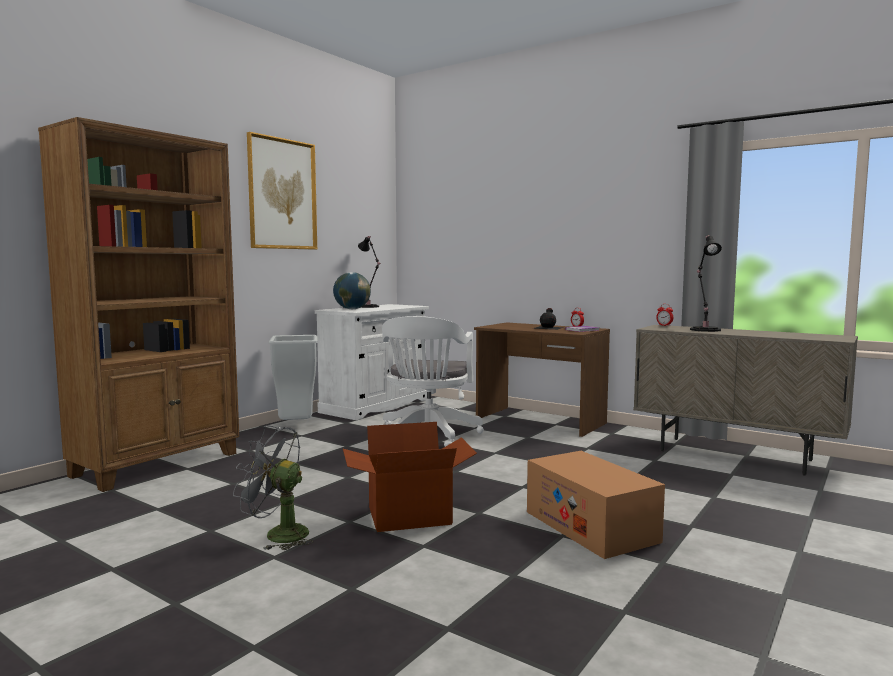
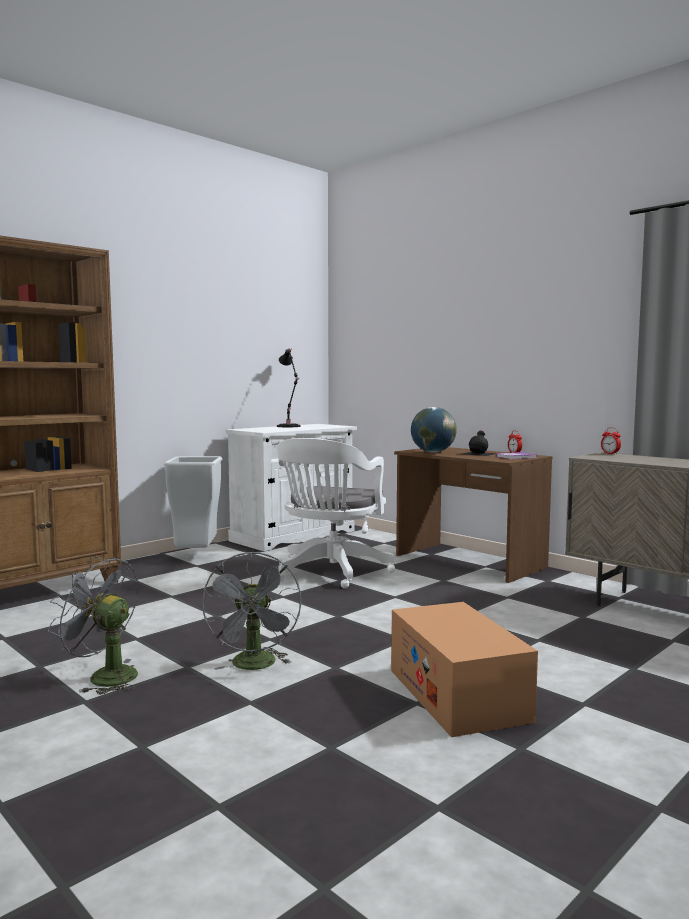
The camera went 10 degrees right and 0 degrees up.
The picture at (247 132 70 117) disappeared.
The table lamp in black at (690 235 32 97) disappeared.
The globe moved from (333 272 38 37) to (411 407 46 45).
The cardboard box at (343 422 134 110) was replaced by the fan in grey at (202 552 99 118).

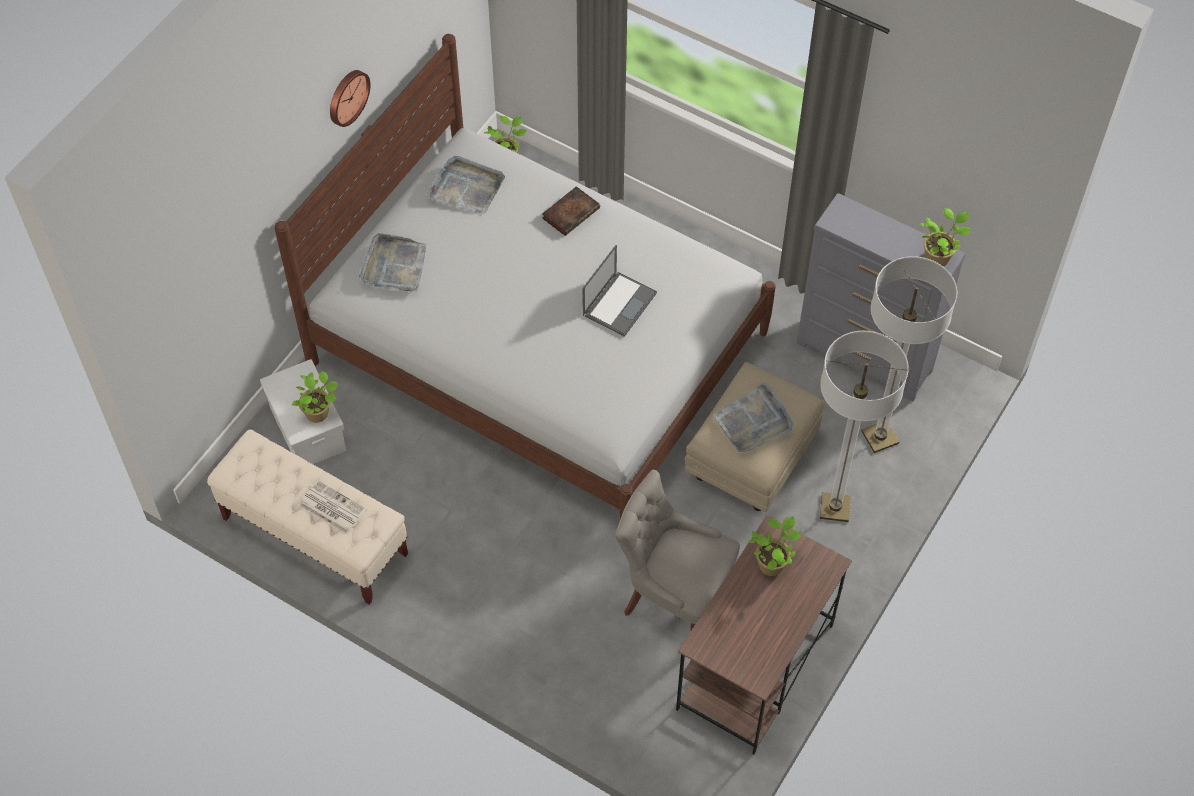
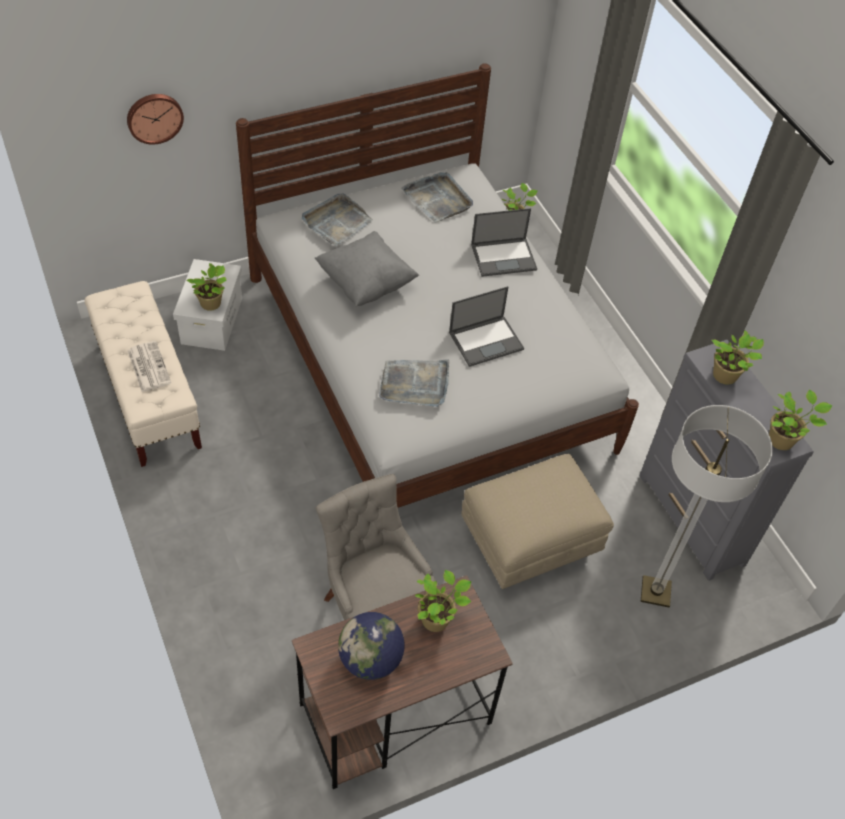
The camera went 30 degrees right and 5 degrees down.
The floor lamp at (820 331 89 191) disappeared.
The pillow in grey at (315 231 104 76) appeared.
The globe at (338 612 67 68) appeared.
The potted plant at (712 330 52 55) appeared.
The wall clock moved from (330 70 41 57) to (127 94 57 51).
The tray in grey moved from (713 382 81 70) to (379 359 70 48).
The book at (542 186 58 50) was replaced by the laptop at (471 208 66 69).

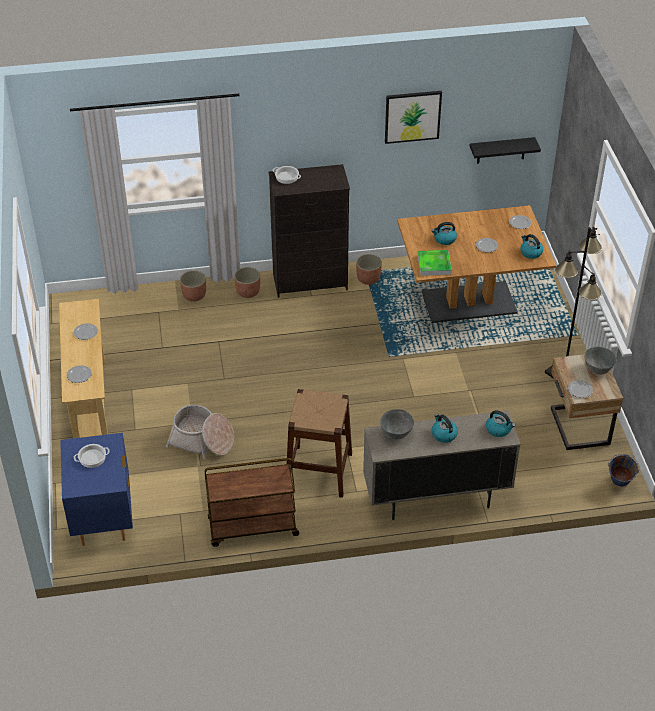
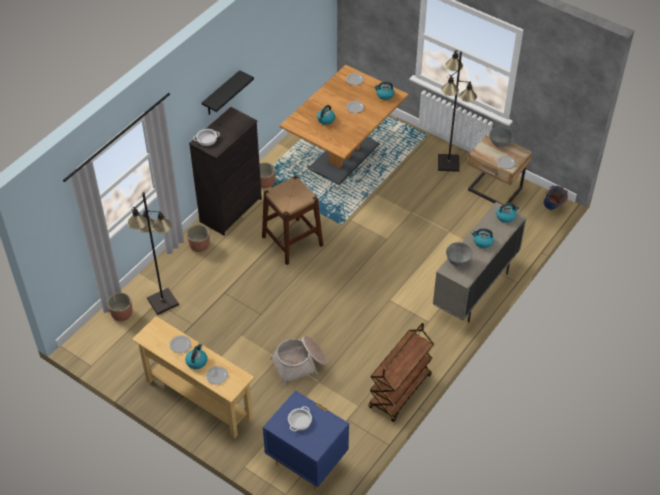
The camera went 45 degrees left and 5 degrees up.
The picture at (385 91 57 53) disappeared.
The tray at (417 250 35 26) disappeared.
The floor lamp in black at (127 192 52 123) appeared.
The kettle at (185 344 22 25) appeared.
The planter moved from (180 270 26 32) to (107 293 25 28).
The stool in brown moved from (287 389 65 109) to (262 176 61 89).
The shelf in black moved from (470 137 71 27) to (202 70 52 45).

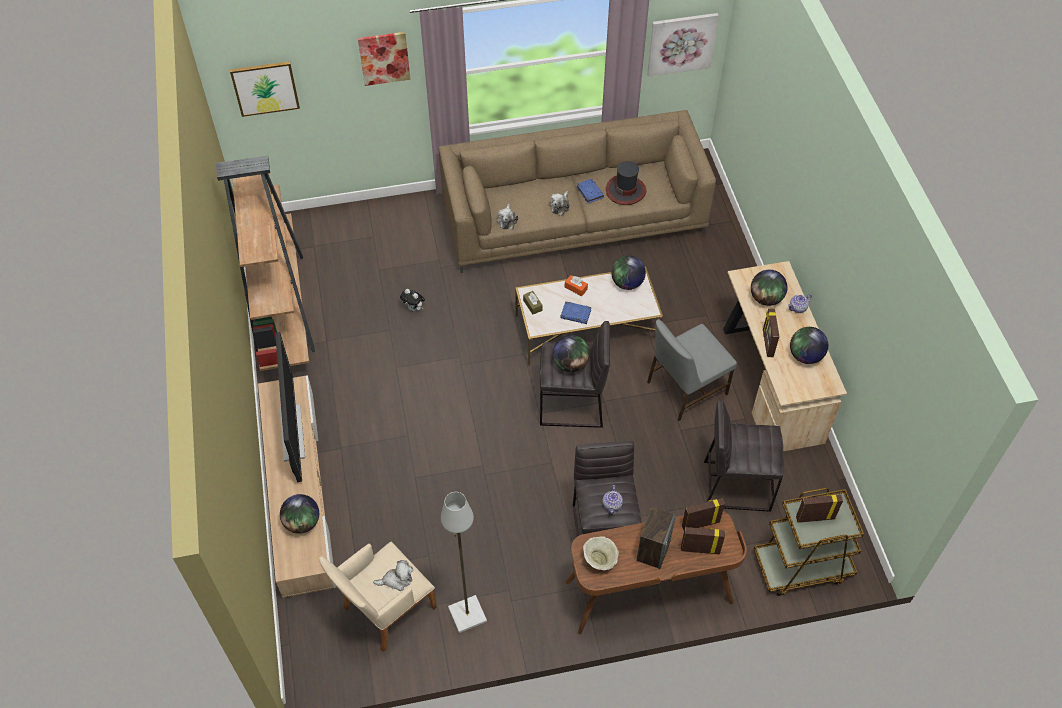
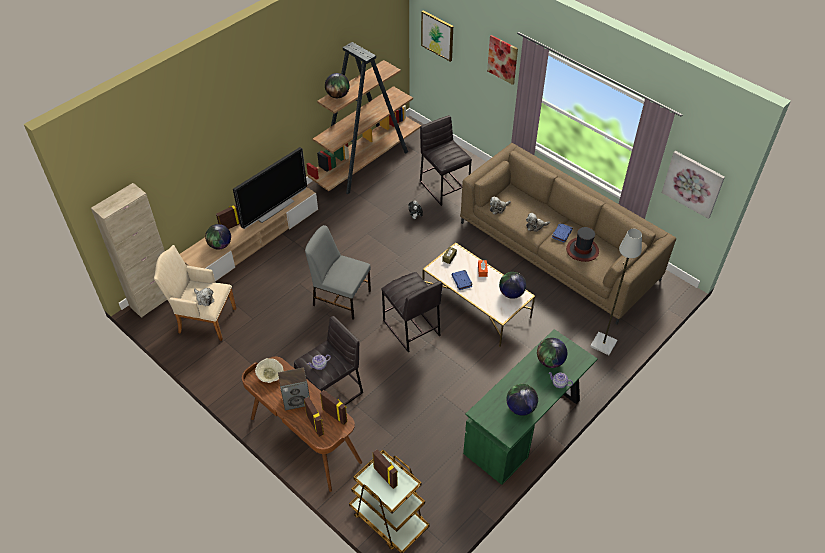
The camera went 55 degrees right and 5 degrees down.
The cabinet in beige at (91 183 76 135) appeared.
The floor lamp in grey moved from (441 492 46 141) to (590 229 52 126).
The globe moved from (553 335 37 37) to (325 73 25 25).
The chair in grey moved from (647 319 90 102) to (305 225 66 95).
The stool in grey moved from (704 400 80 112) to (420 115 52 91).
The picture frame moved from (763 309 17 48) to (216 205 24 24).
The desk in beige at (723 261 124 190) became the desk in green at (463 329 135 156).

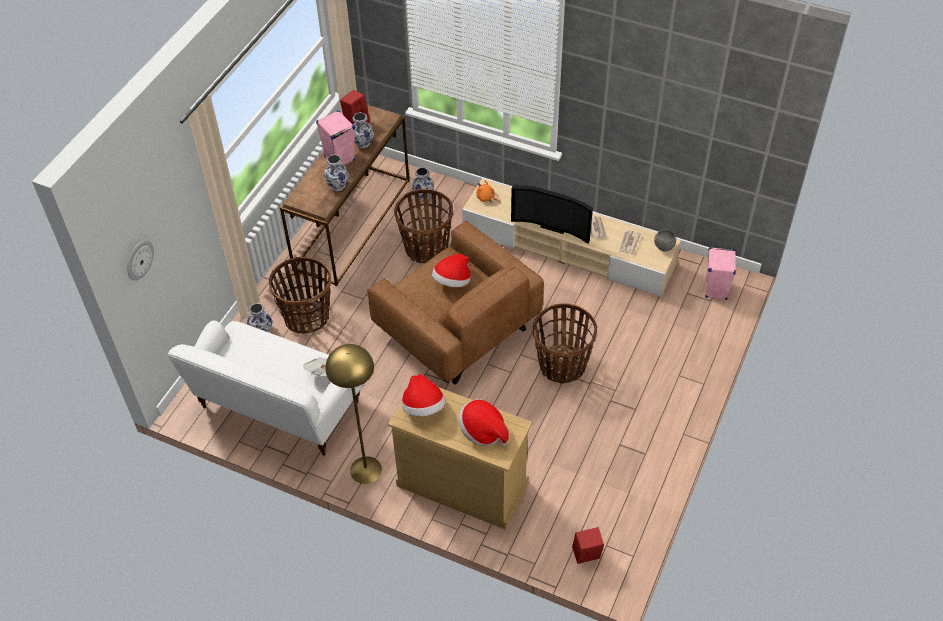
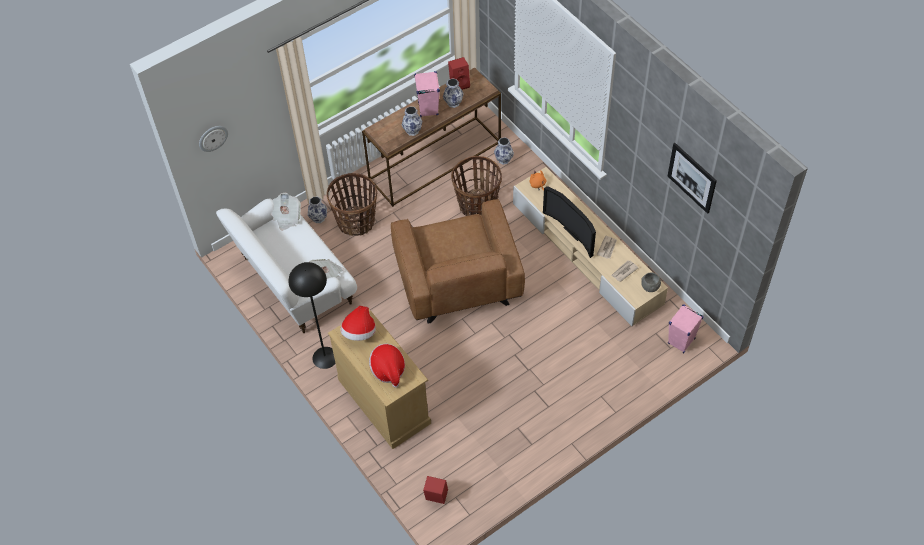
The camera went 30 degrees right and 5 degrees up.
The hat at (432 254 39 33) disappeared.
The basket at (533 303 64 80) disappeared.
The newspaper at (271 193 30 38) appeared.
The picture at (668 143 49 71) appeared.
The floor lamp in yellow at (325 344 57 140) became the floor lamp in black at (289 262 47 107).

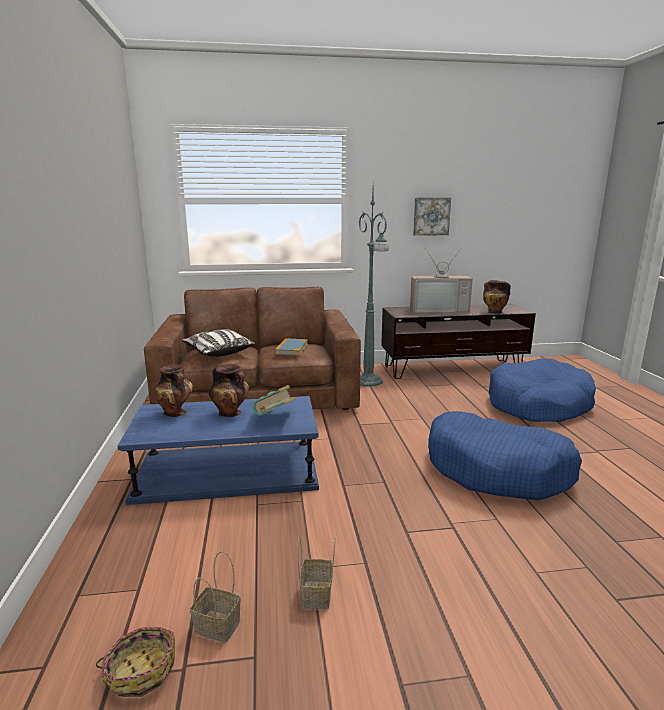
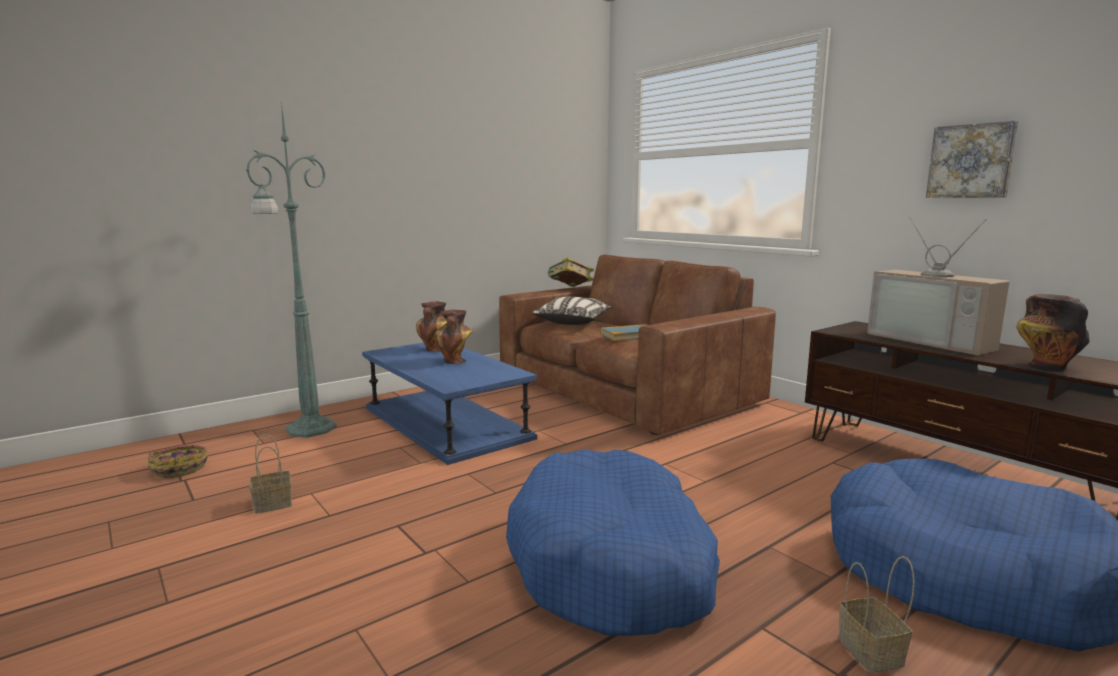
The camera went 60 degrees right and 5 degrees down.
The basket moved from (190 551 51 91) to (838 556 77 117).
The book moved from (252 385 43 31) to (548 257 46 30).
The floor lamp in green moved from (359 190 30 197) to (246 102 91 336).

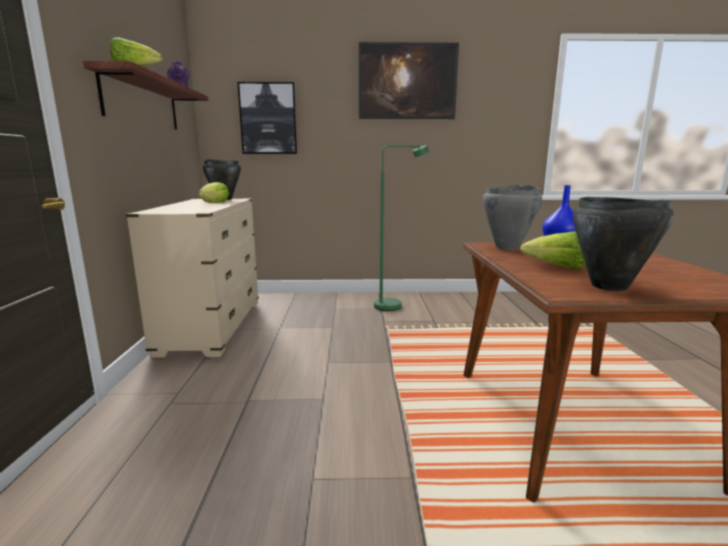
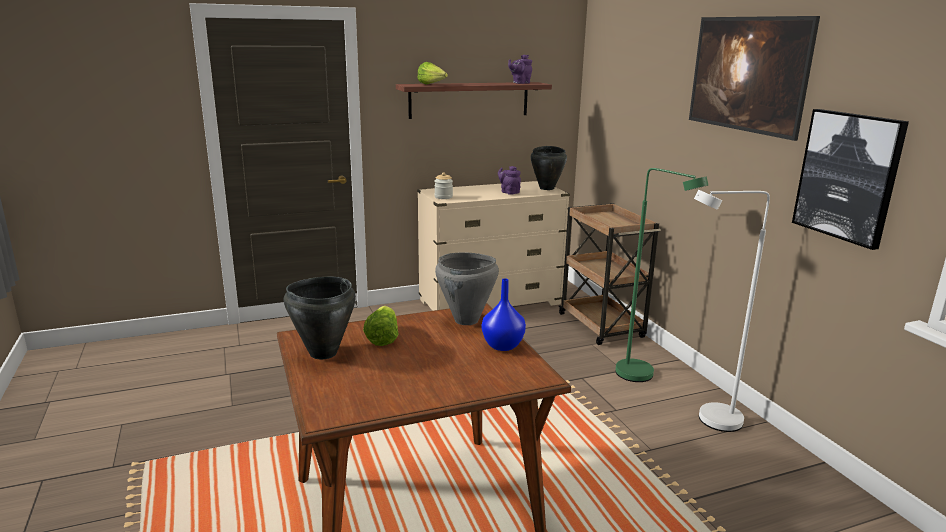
The camera went 70 degrees right and 5 degrees up.
The jar at (434 173 19 26) appeared.
The cart in brown at (559 203 102 142) appeared.
The floor lamp in white at (694 190 76 242) appeared.
The picture moved from (238 82 59 72) to (792 109 117 141).
The lettuce at (199 182 30 21) was replaced by the teapot in purple at (498 166 23 29).

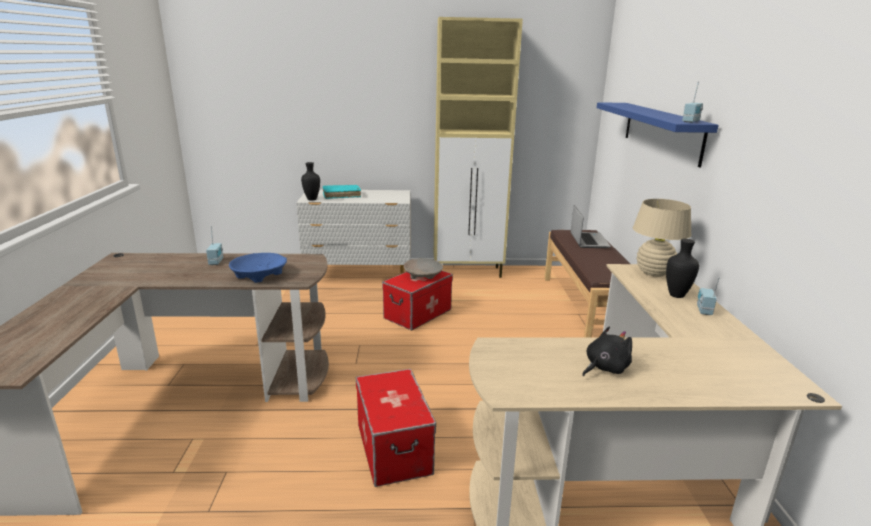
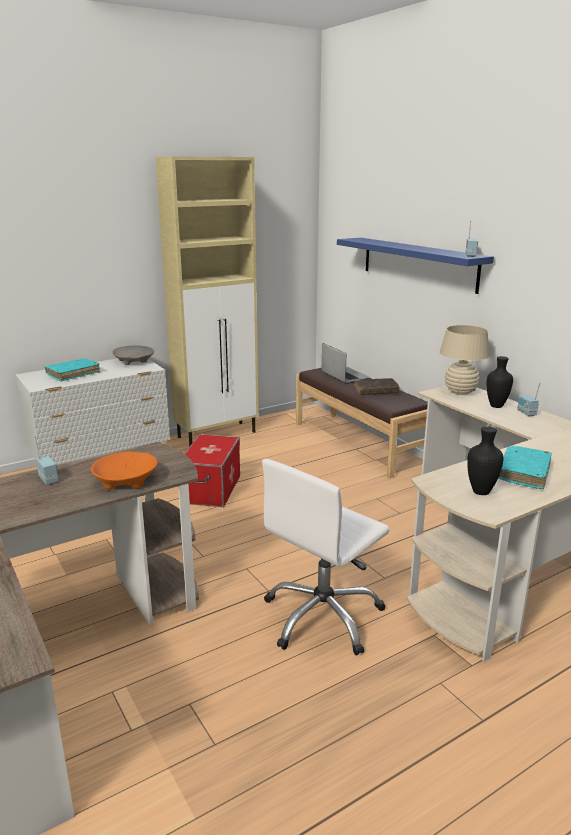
The camera went 30 degrees left and 0 degrees up.
The book in brown at (354 378 46 17) appeared.
The vase in black moved from (301 162 19 39) to (467 426 37 69).
The bowl in beige moved from (404 258 39 21) to (112 346 42 19).
The storage box at (356 369 80 118) was replaced by the office chair in white at (262 459 127 196).
The plush toy in black at (582 326 50 50) was replaced by the book in turquoise at (498 446 54 43).
The bowl in blue at (229 253 58 30) became the bowl in orange at (91 451 67 38).

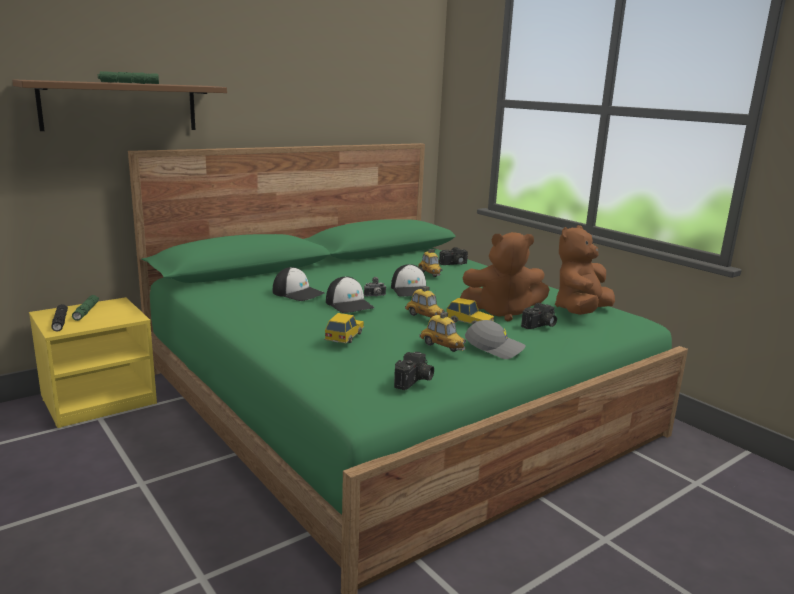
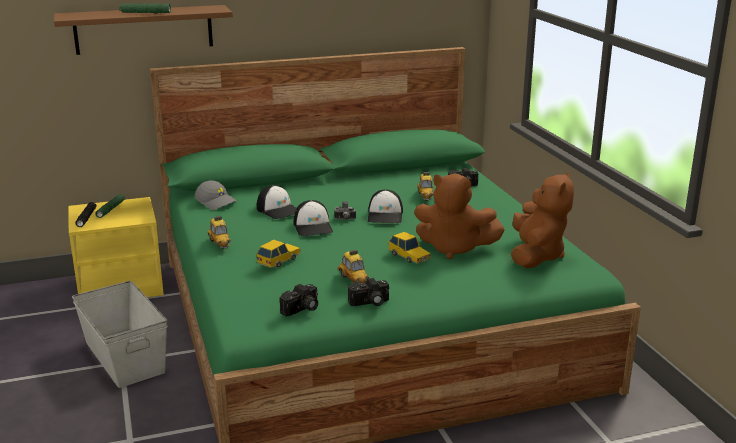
The camera went 20 degrees right and 5 degrees up.
The storage box in grey at (72 281 95 107) appeared.
The toy car moved from (405 286 40 32) to (208 216 23 33).
The cap in grey moved from (465 320 61 39) to (195 180 42 30).
The photo camera moved from (521 303 36 26) to (348 278 41 28).
The plush toy in brown at (555 225 60 90) turned 135 degrees clockwise.

